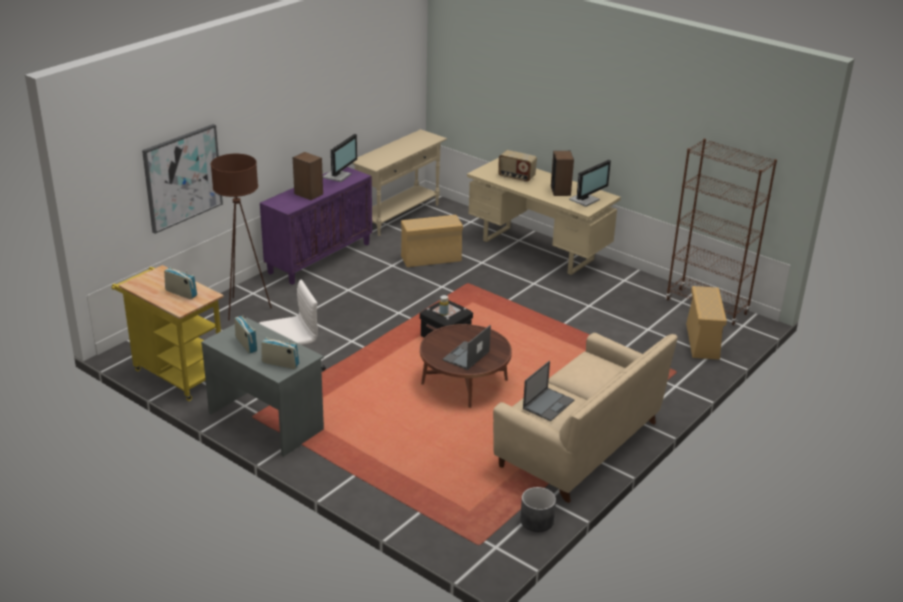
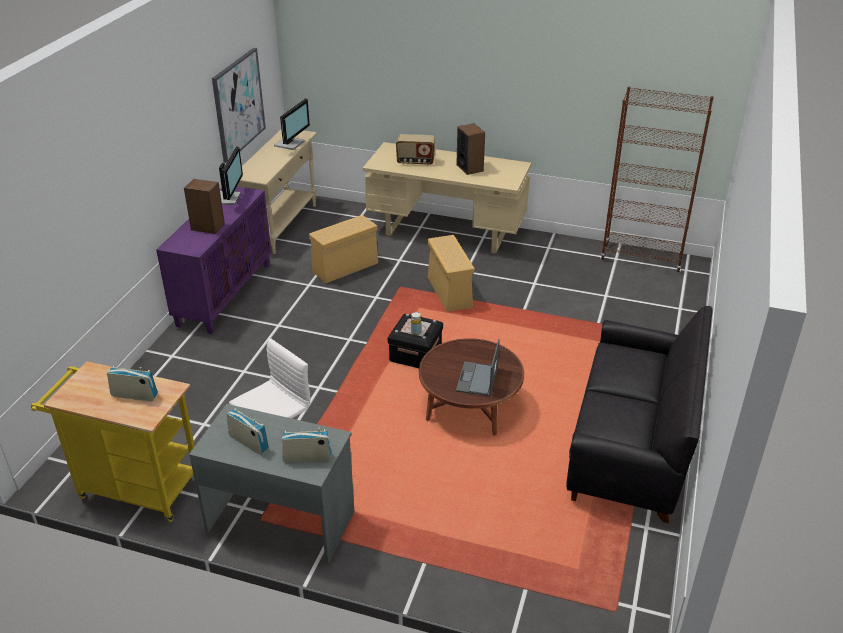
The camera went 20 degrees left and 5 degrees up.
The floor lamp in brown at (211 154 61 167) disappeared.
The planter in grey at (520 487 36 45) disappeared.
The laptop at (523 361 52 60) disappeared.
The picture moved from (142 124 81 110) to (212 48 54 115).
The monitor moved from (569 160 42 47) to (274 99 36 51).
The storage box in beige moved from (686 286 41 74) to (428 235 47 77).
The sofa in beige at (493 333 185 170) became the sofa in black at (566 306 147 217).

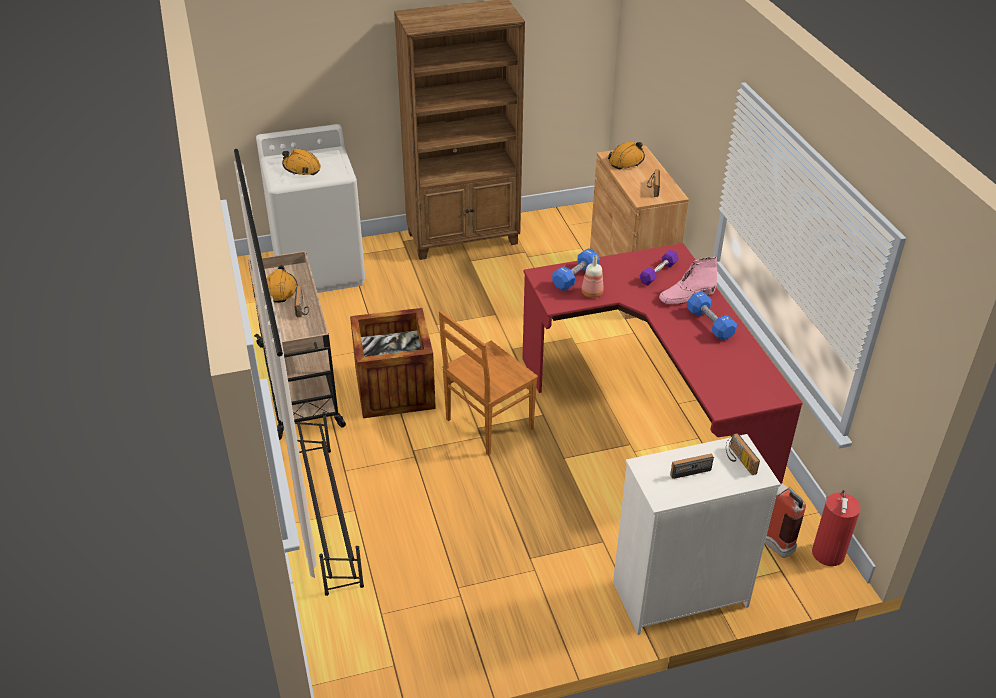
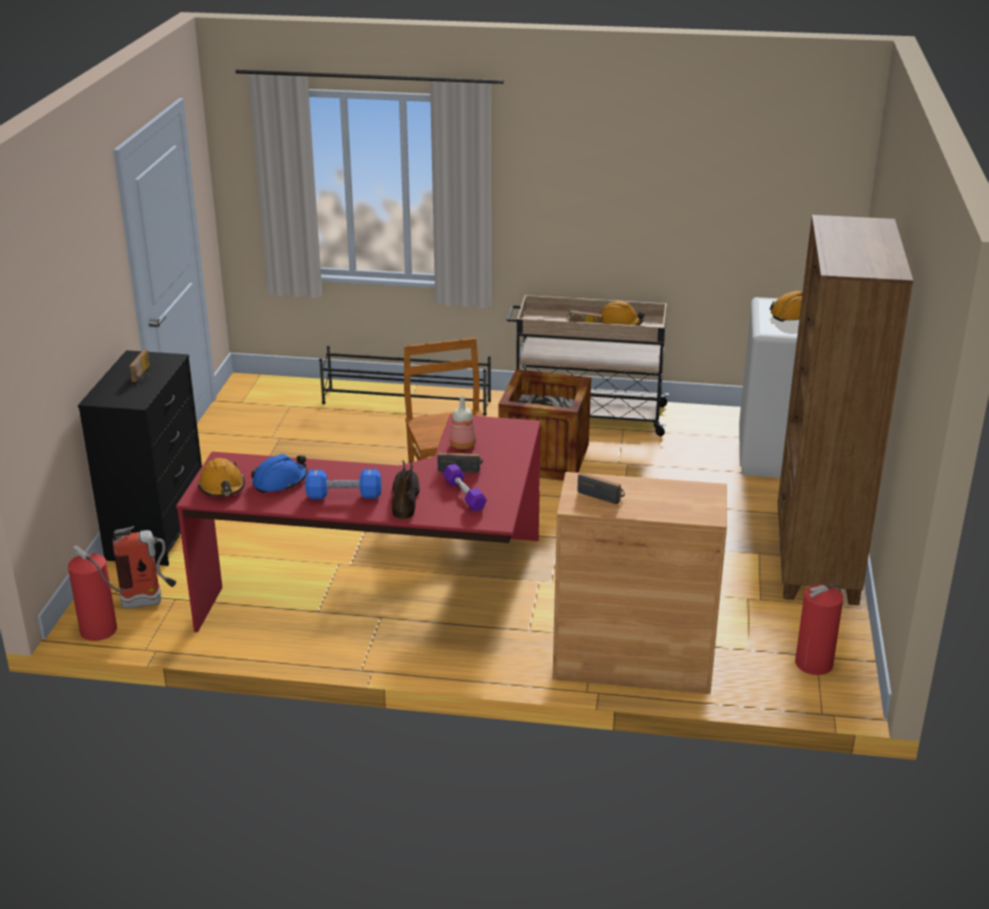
The camera went 115 degrees right and 10 degrees down.
The dumbbell in blue at (552 248 48 43) disappeared.
The hard hat in blue at (251 454 56 39) appeared.
The fire extinguisher at (795 584 48 91) appeared.
The hard hat in orange moved from (608 141 37 28) to (198 458 47 39).
The radio moved from (726 433 34 42) to (437 453 46 20).
The dresser in white at (613 434 168 201) became the dresser in black at (78 350 124 216).
The boot in pink at (659 257 58 47) became the boot in brown at (391 461 29 58).

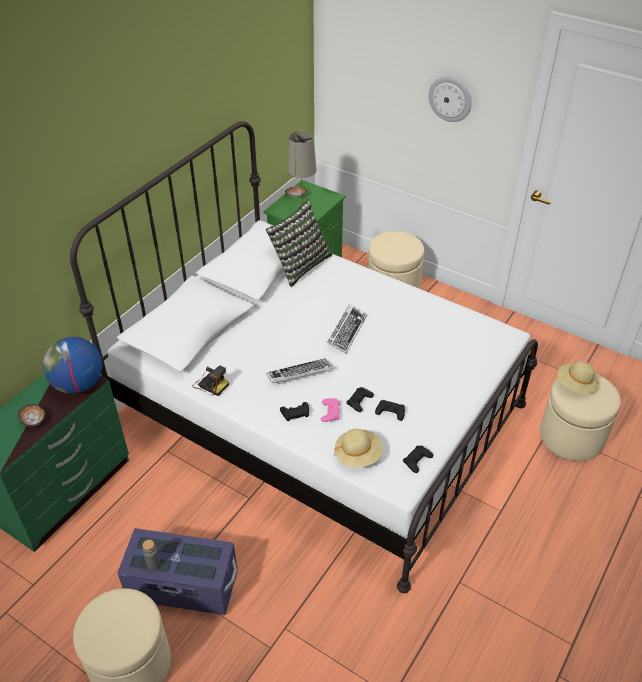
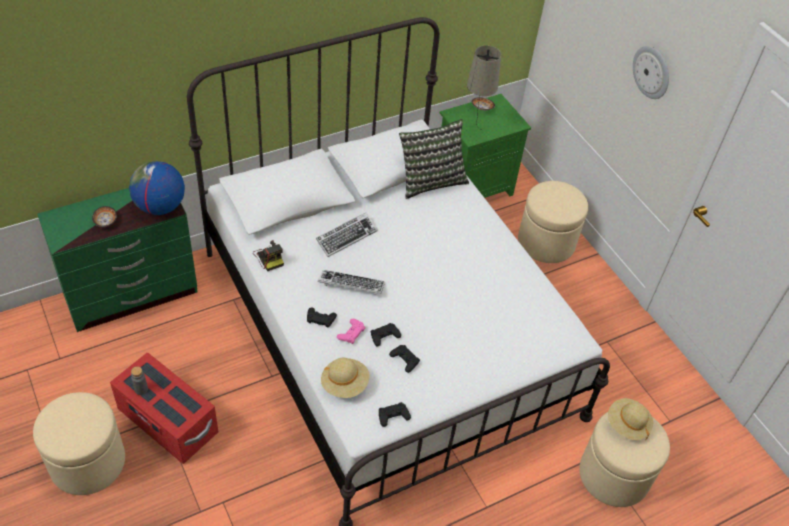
The camera went 25 degrees right and 5 degrees up.
The keyboard moved from (327 304 40 50) to (316 213 62 44).
The storage box in purple at (117 528 120 87) became the storage box in red at (110 353 109 111).

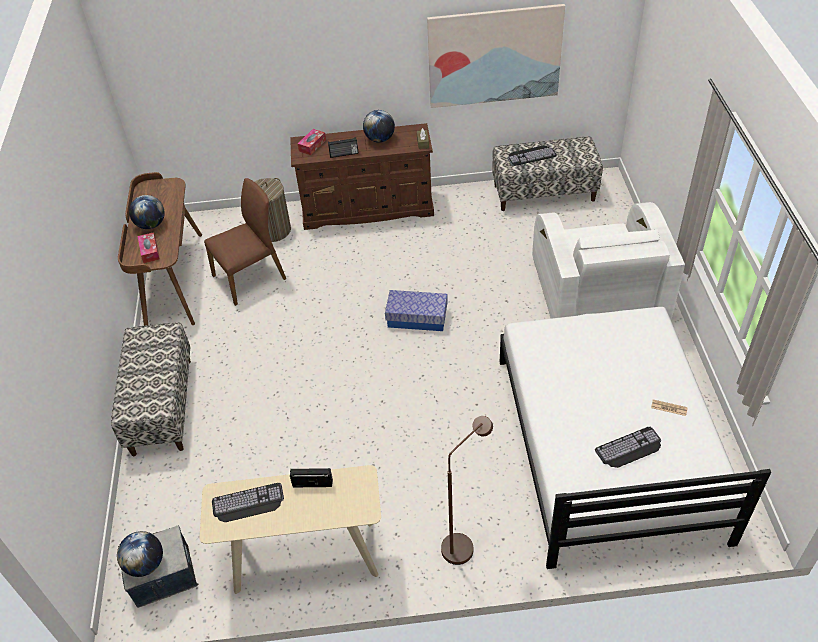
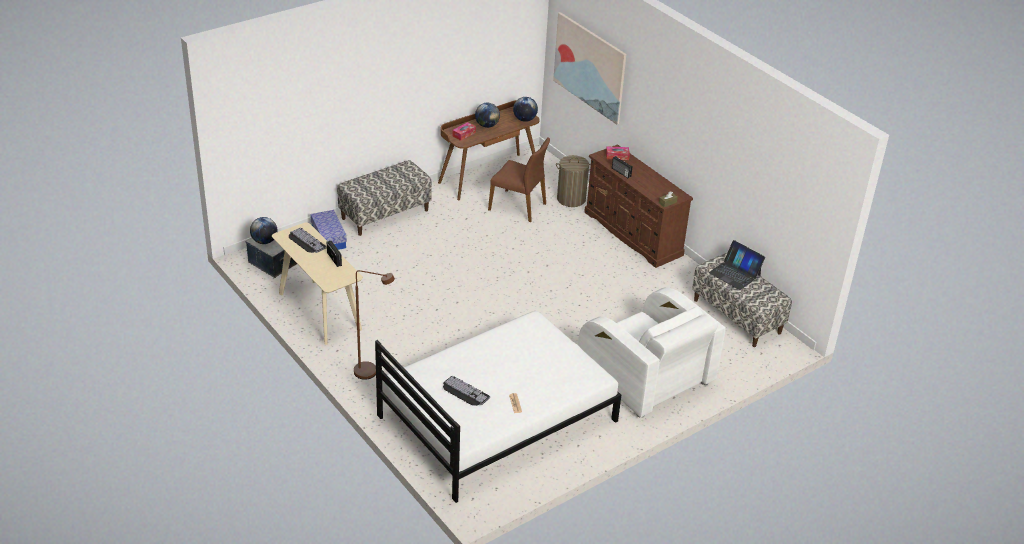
The camera went 55 degrees right and 10 degrees down.
The globe moved from (363 110 32 33) to (513 97 25 25).
The storage box moved from (385 290 63 41) to (310 210 37 40).
The picture moved from (427 4 138 104) to (553 12 74 113).
The keyboard at (507 146 50 20) was replaced by the laptop at (709 240 56 50).
The armchair in white at (532 202 153 118) turned 90 degrees counterclockwise.

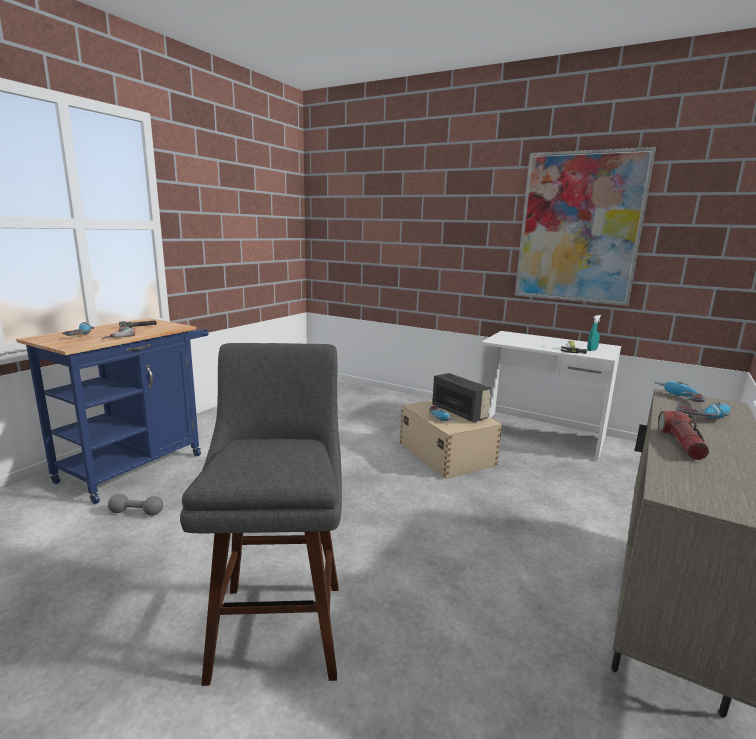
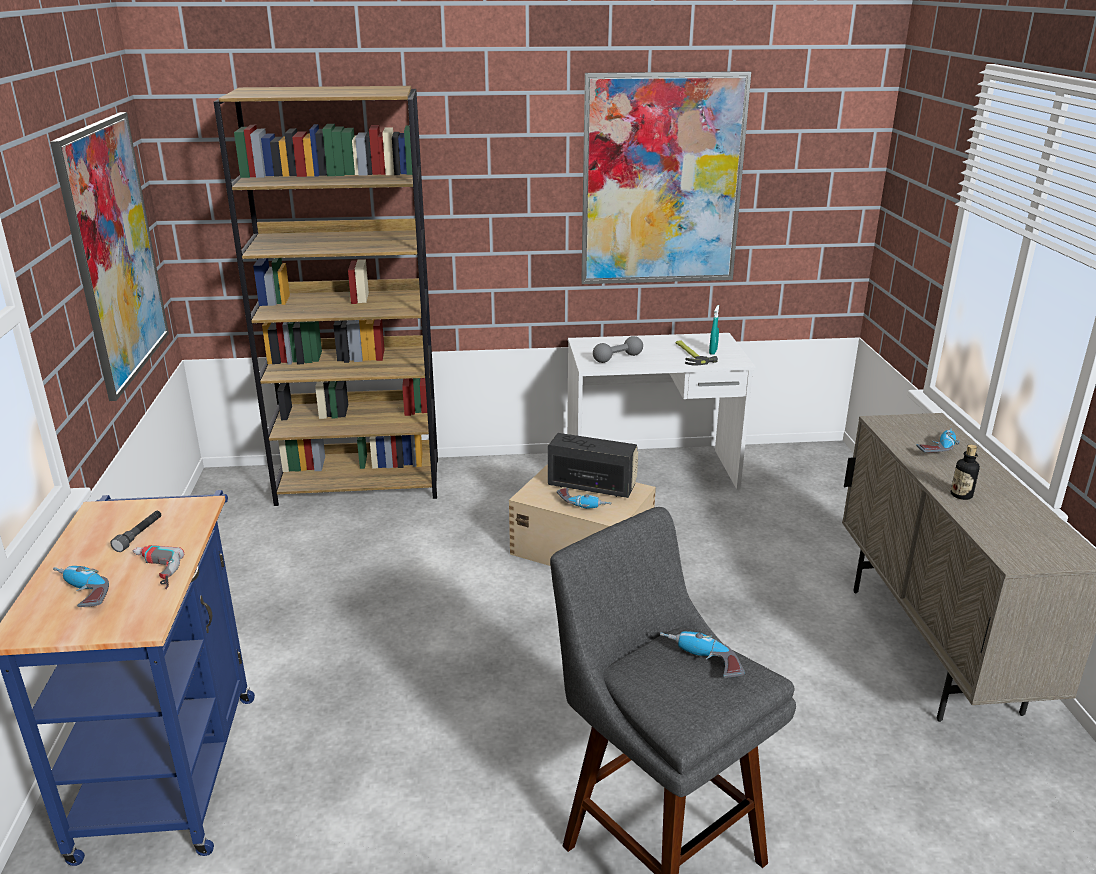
The camera went 35 degrees left and 10 degrees up.
The picture at (50 112 119 289) appeared.
The bookcase in brown at (214 86 224 420) appeared.
The dumbbell in grey moved from (108 494 55 22) to (593 336 50 27).
The power drill moved from (654 381 51 21) to (660 631 85 47).
The flashlight at (658 411 51 49) was replaced by the bottle at (951 445 29 55).

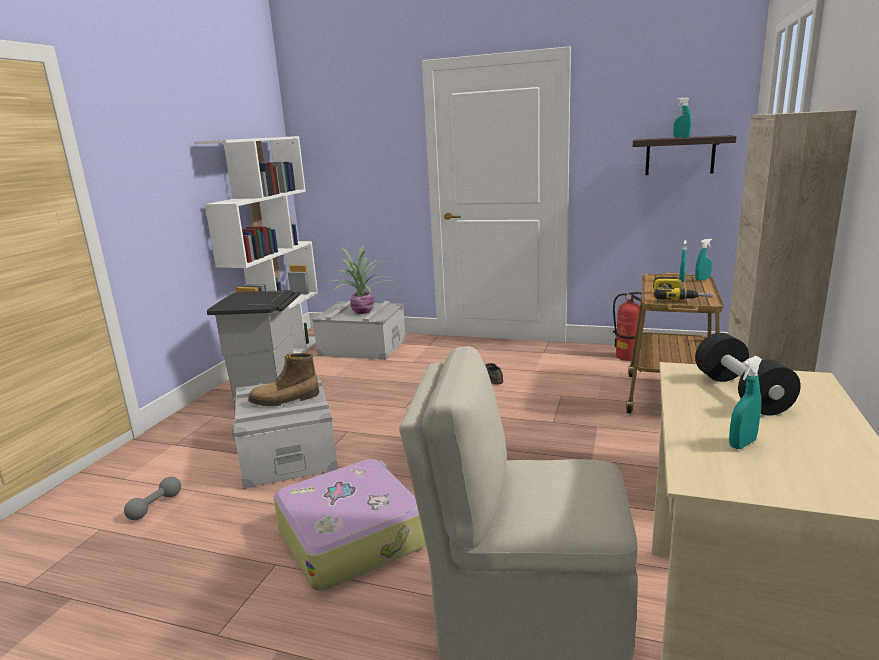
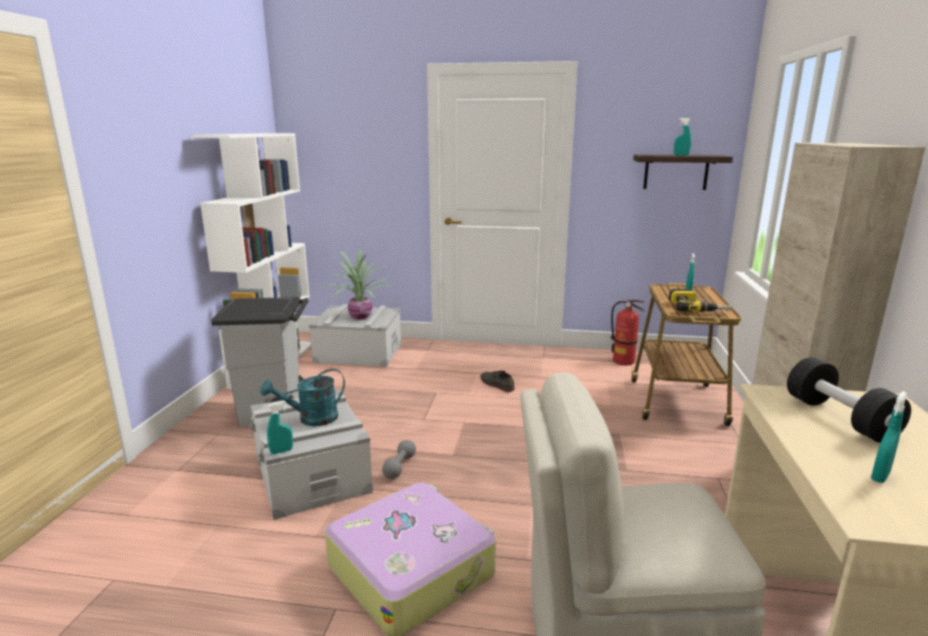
The camera went 10 degrees left and 0 degrees up.
The dumbbell in grey moved from (124 477 57 43) to (382 440 34 39).
The spray bottle in turquoise moved from (695 239 17 42) to (267 401 26 53).
The boot at (248 353 72 53) was replaced by the watering can in turquoise at (260 369 85 57).

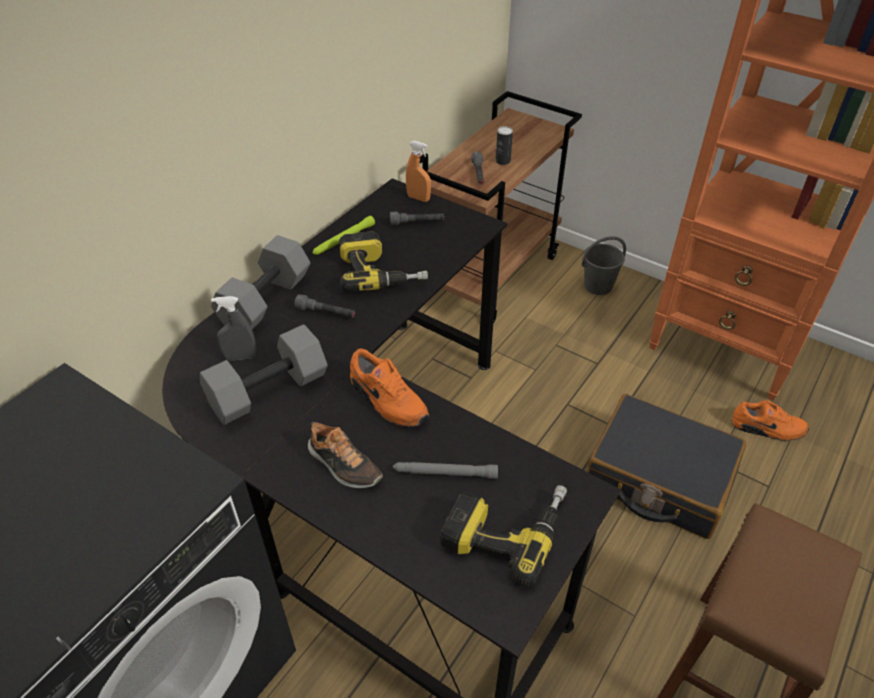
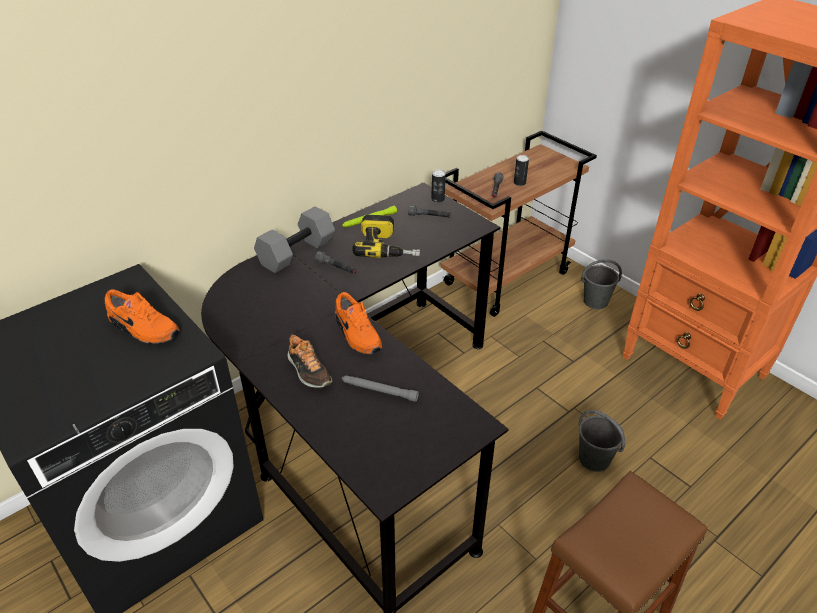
The camera went 15 degrees right and 5 degrees down.
The dumbbell in grey at (200 324 128 101) disappeared.
The spray bottle in grey at (211 296 45 65) disappeared.
The power drill at (440 485 127 101) disappeared.
The shoe in orange moved from (731 400 78 41) to (105 289 75 55).
The spray bottle in orange at (406 141 25 61) was replaced by the can at (431 169 15 34).
The suitcase in black at (588 394 158 145) was replaced by the bucket in grey at (579 410 46 62).

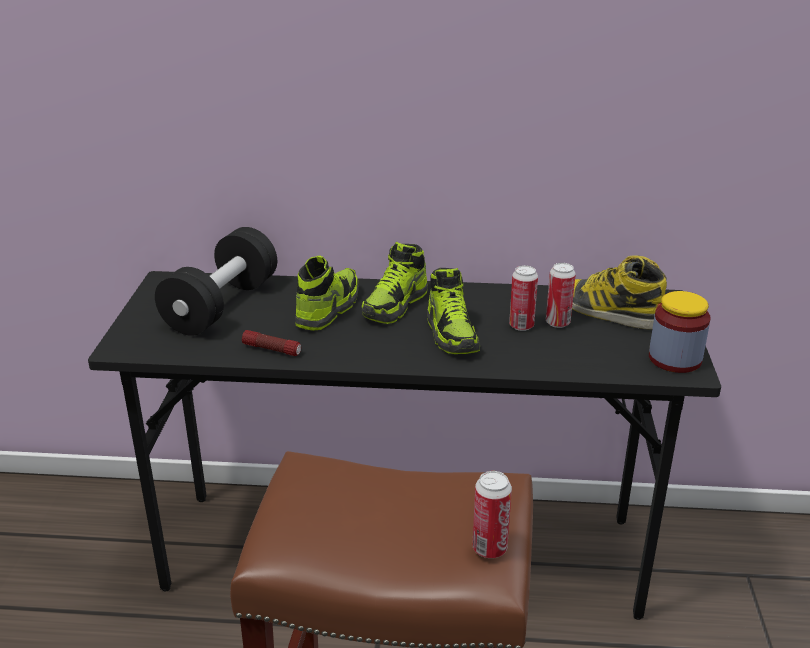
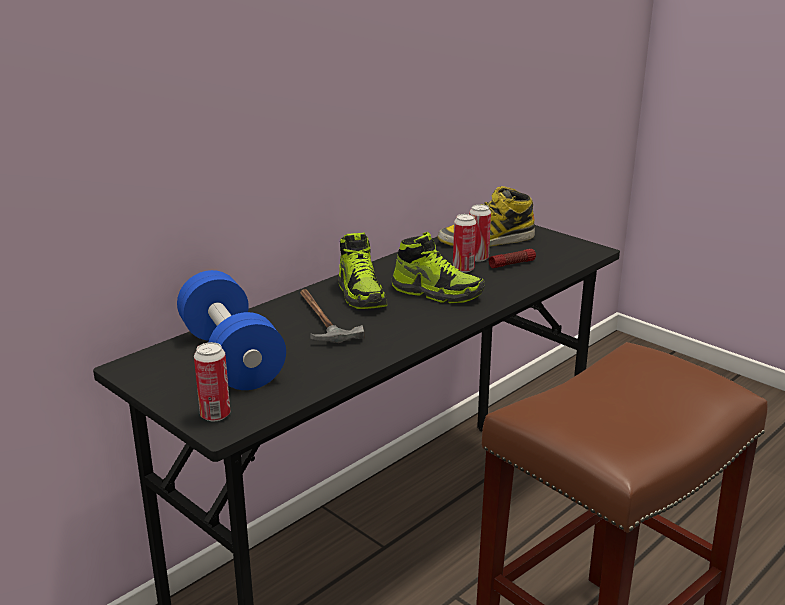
The camera went 50 degrees left and 5 degrees down.
The jar at (649 291 62 82) disappeared.
The flashlight moved from (242 330 59 26) to (489 249 47 19).
The can moved from (472 471 40 87) to (194 342 36 79).
The shoe at (295 256 64 75) was replaced by the hammer at (300 289 64 54).
The dumbbell in black at (155 227 122 109) became the dumbbell in blue at (177 270 109 120).

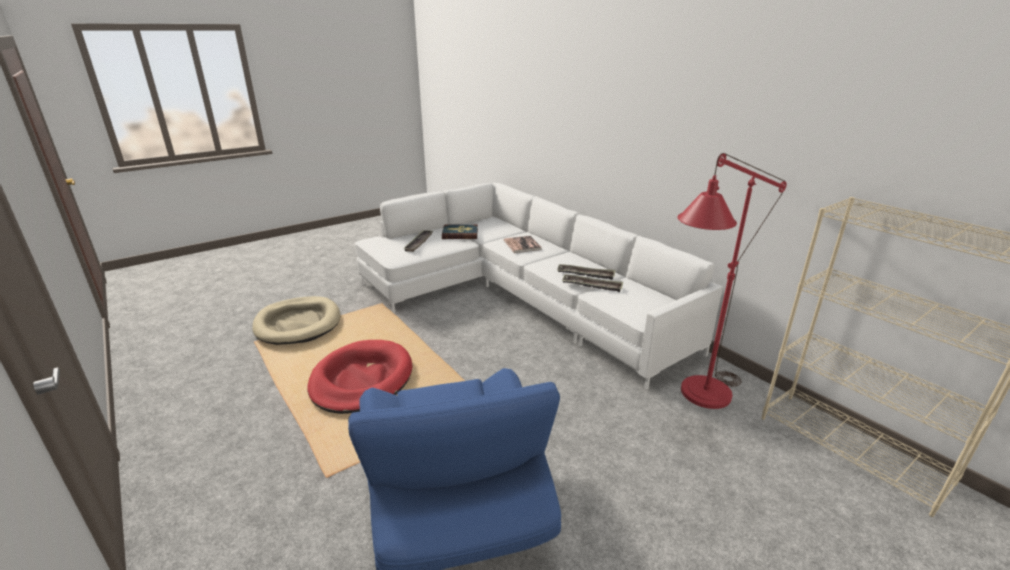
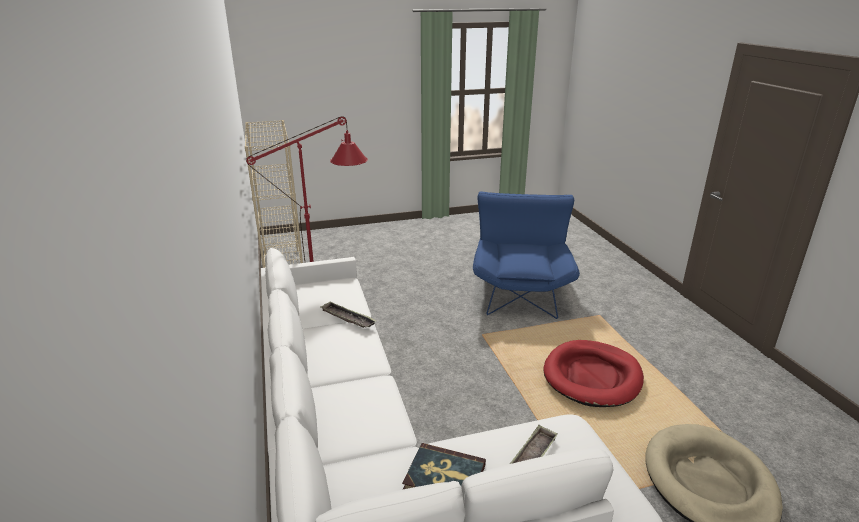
The camera went 160 degrees left and 0 degrees up.
The book at (503 236 39 17) disappeared.
The tray at (557 264 58 16) disappeared.

